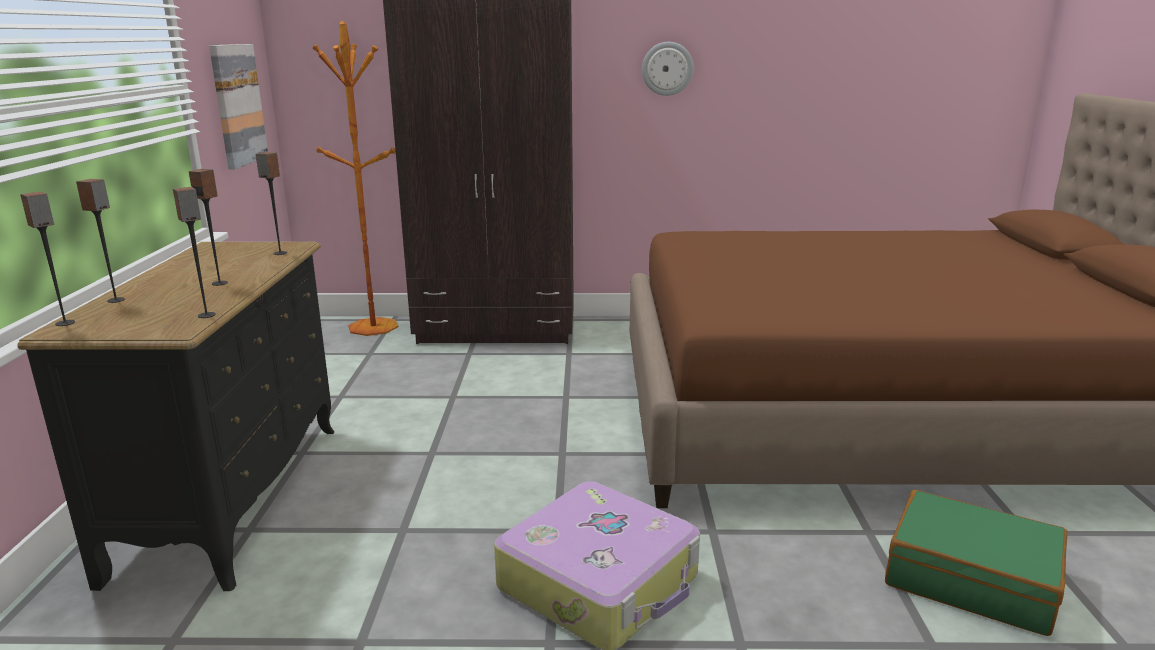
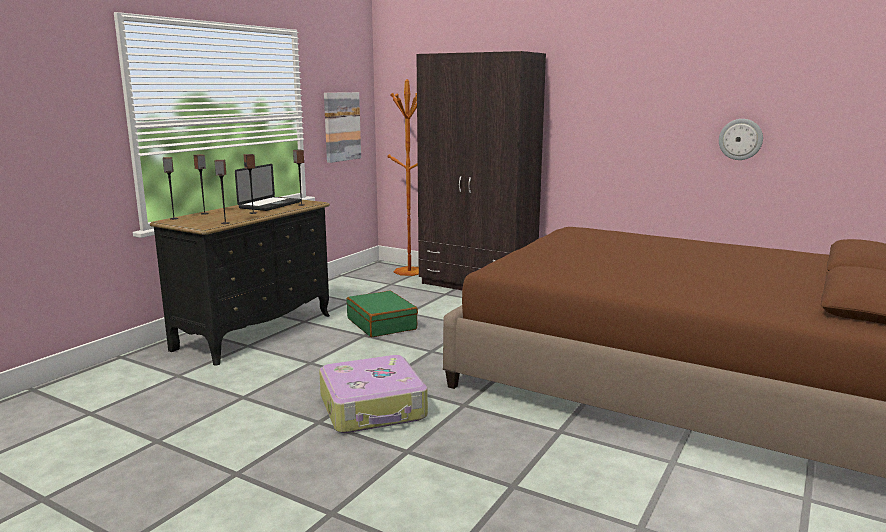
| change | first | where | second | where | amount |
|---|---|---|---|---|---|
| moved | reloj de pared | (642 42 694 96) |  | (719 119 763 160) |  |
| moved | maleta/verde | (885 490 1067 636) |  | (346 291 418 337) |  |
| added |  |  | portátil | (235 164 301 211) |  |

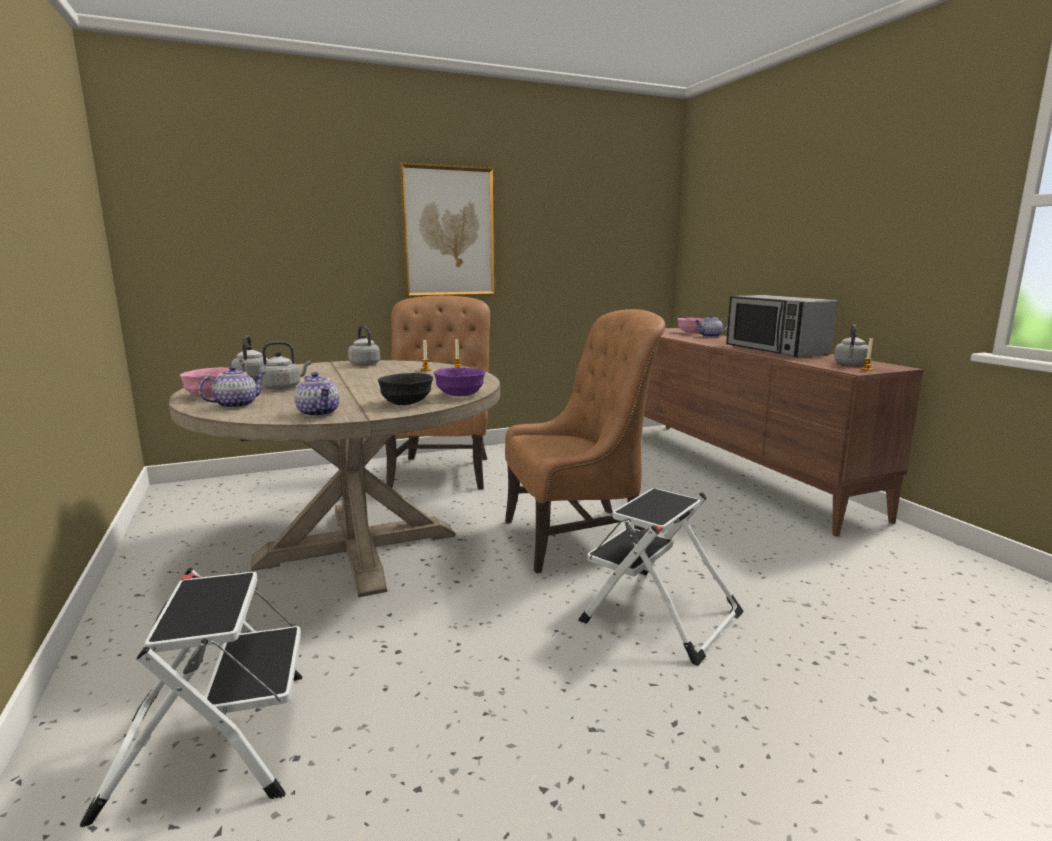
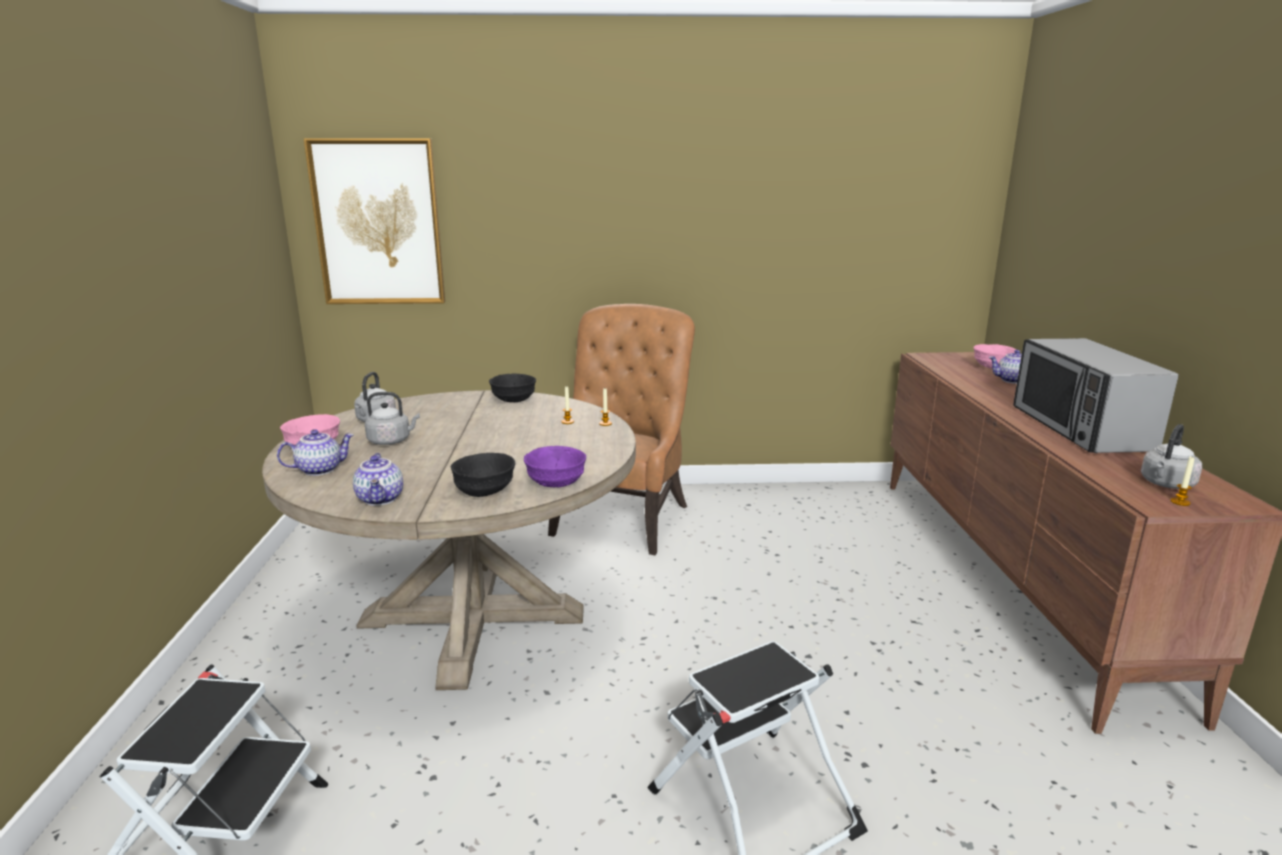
| change | first | where | second | where | amount |
|---|---|---|---|---|---|
| moved | cuadro | (399 163 496 297) |  | (304 138 445 304) |  |
| removed | silla/marrón | (505 309 665 573) |  |  |  |
| replaced | hervidor/gris | (348 326 380 366) | cuenco/negro | (489 373 536 402) |  |

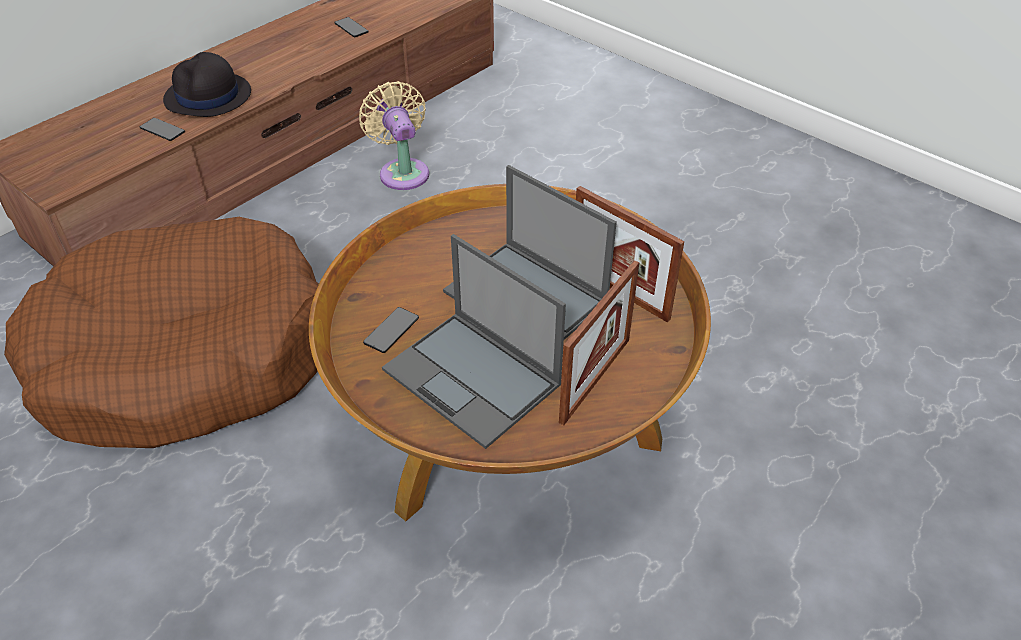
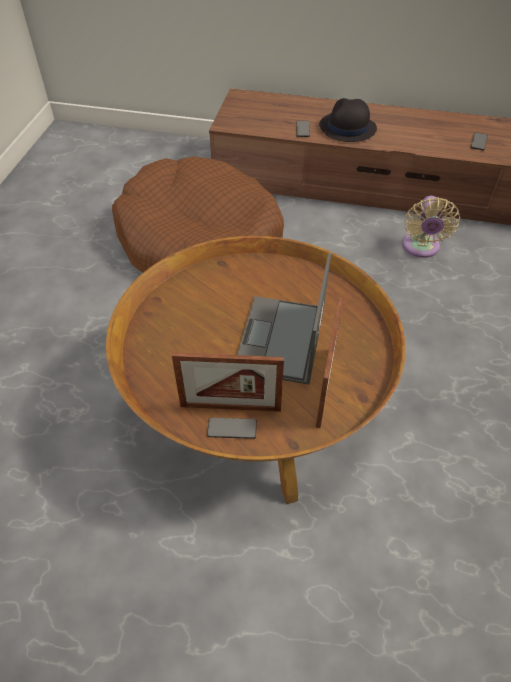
| change | first | where | second | where | amount |
|---|---|---|---|---|---|
| turned | ventilador/beis | (359 81 429 190) |  | (402 196 460 258) | 150 degrees clockwise |
| removed | portátil | (382 234 566 449) |  |  |  |
| moved | móvil | (363 307 419 353) |  | (207 418 257 439) |  |

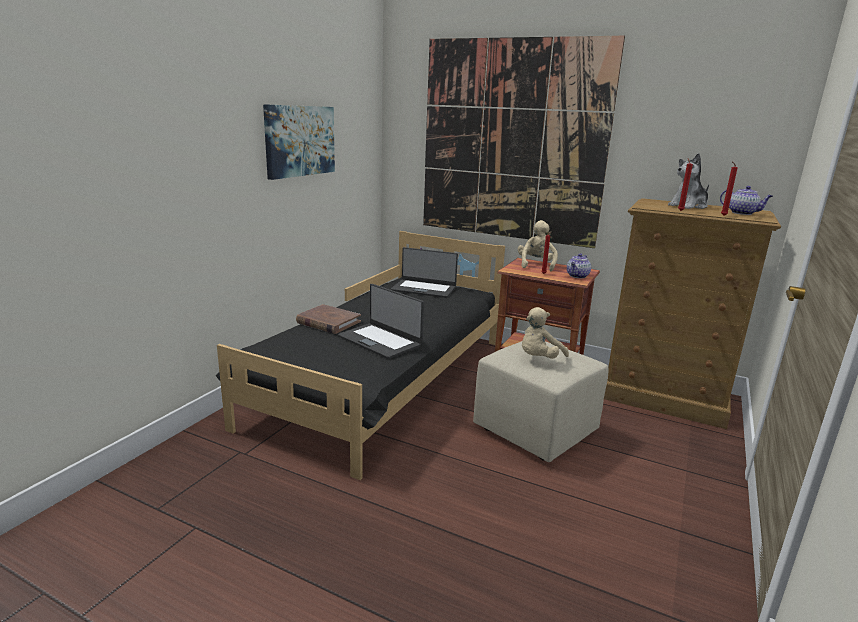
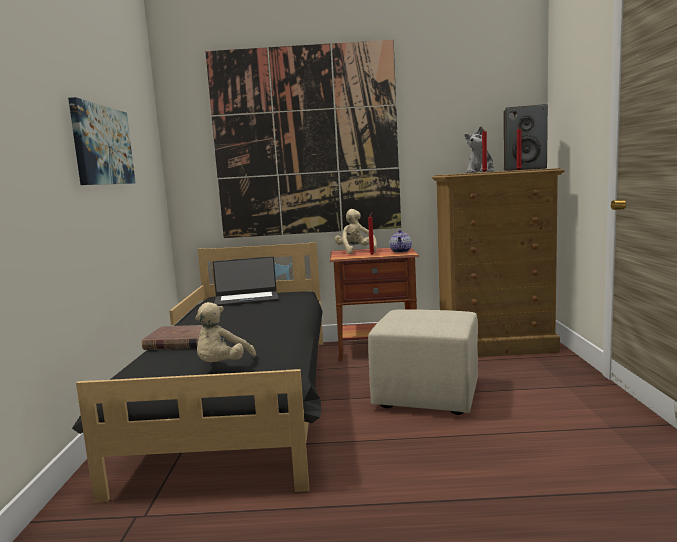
| change | first | where | second | where | amount |
|---|---|---|---|---|---|
| replaced | tetera | (720 186 773 215) | altavoz | (504 104 548 171) |  |
| removed | portátil | (338 284 424 359) |  |  |  |
| moved | peluche/beis | (522 307 569 359) |  | (195 302 256 362) |  |

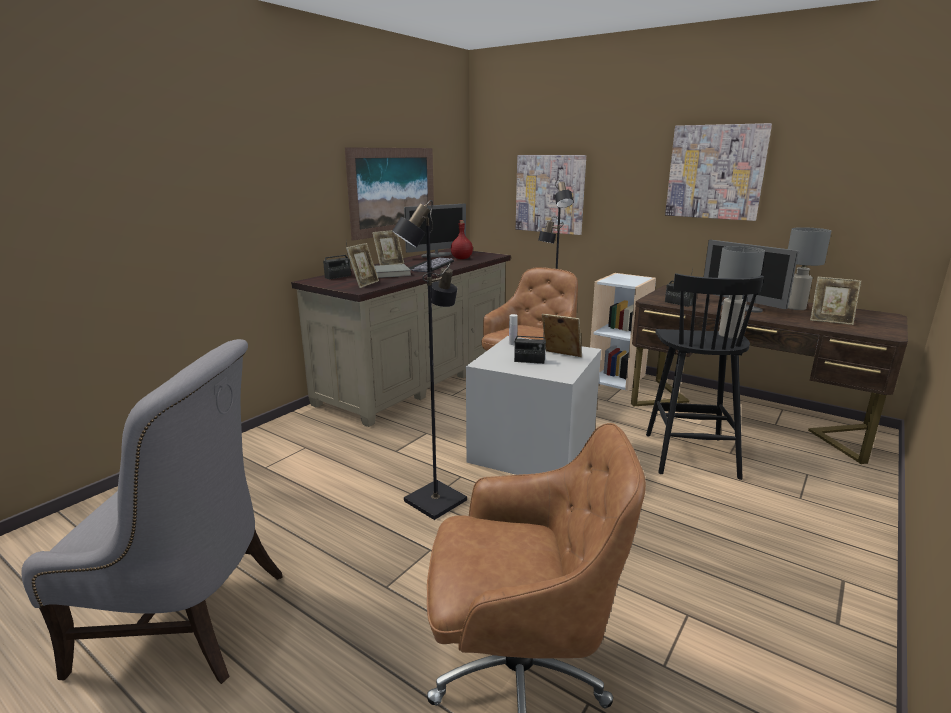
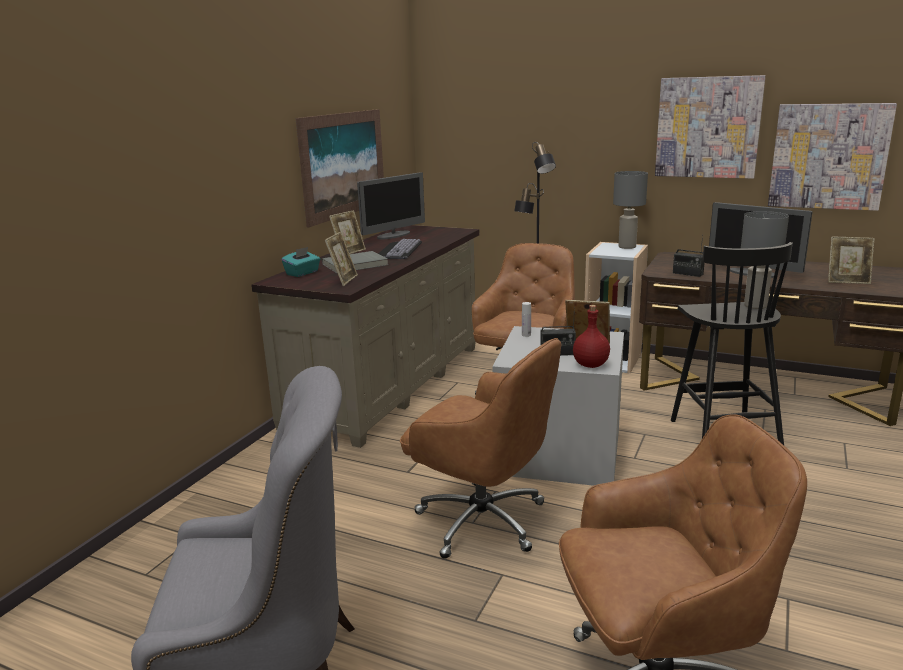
| change | first | where | second | where | amount |
|---|---|---|---|---|---|
| moved | cuadro | (516 155 586 235) |  | (768 103 897 211) |  |
| replaced | lámpara de pie/negro | (392 200 467 520) | silla de oficina/marrón | (400 338 561 559) |  |
| moved | botella/rojo | (451 220 473 259) |  | (573 305 610 368) |  |
| moved | lámpara de mesa/gris | (788 227 831 310) |  | (613 171 648 249) |  |
| replaced | radio | (323 239 351 279) | caja de pañuelos/turquesa | (281 247 320 277) |  |

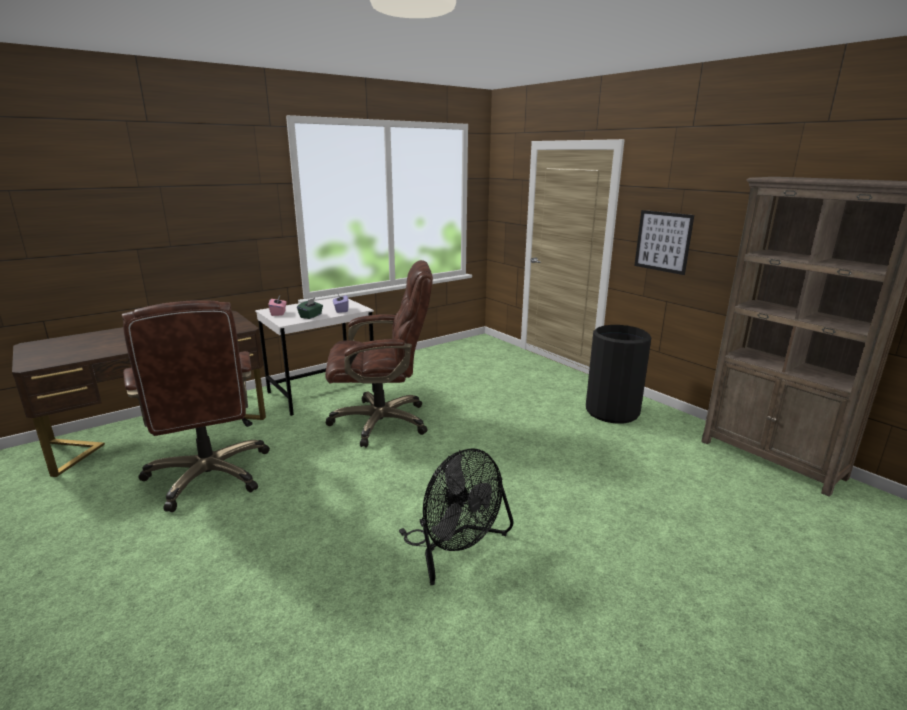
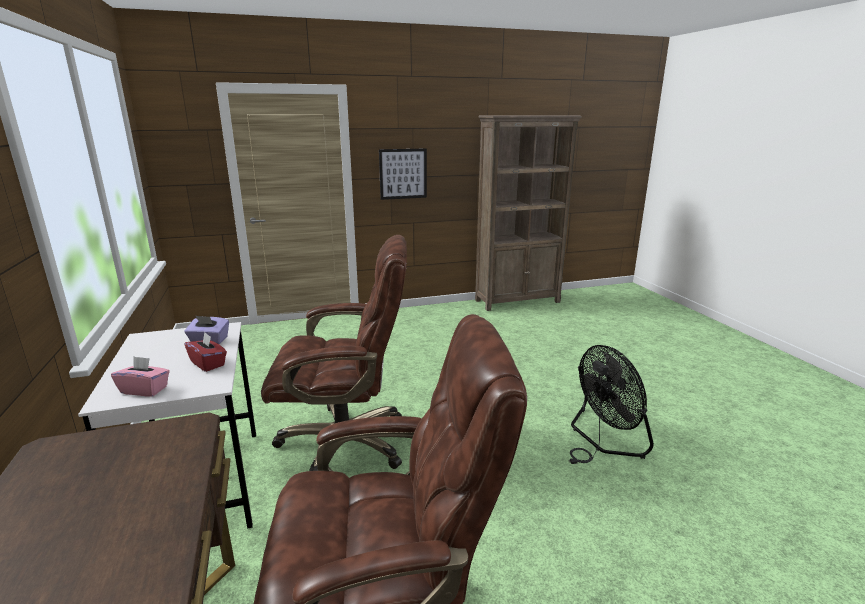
| change | first | where | second | where | amount |
|---|---|---|---|---|---|
| turned | silla de oficina/marrón | (325 260 433 448) |  | (261 235 407 471) | 75 degrees clockwise |
| recoloured | caja de pañuelos/verde | (297 298 323 319) | caja de pañuelos/rojo | (184 332 227 372) |  |
| removed | papelera/negro | (586 325 651 423) |  |  |  |

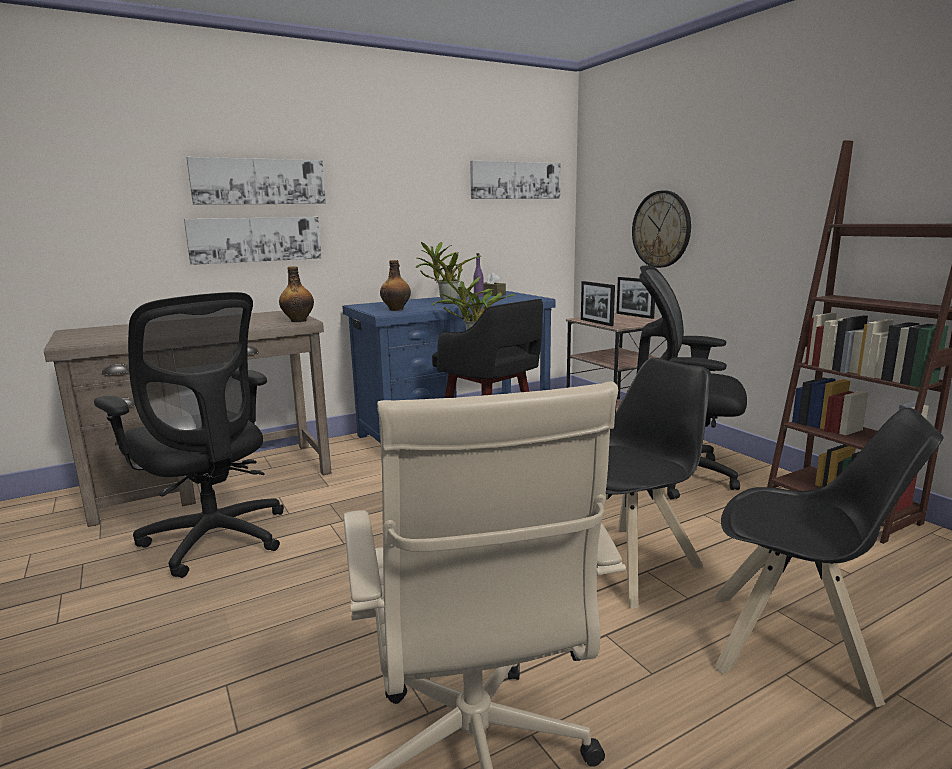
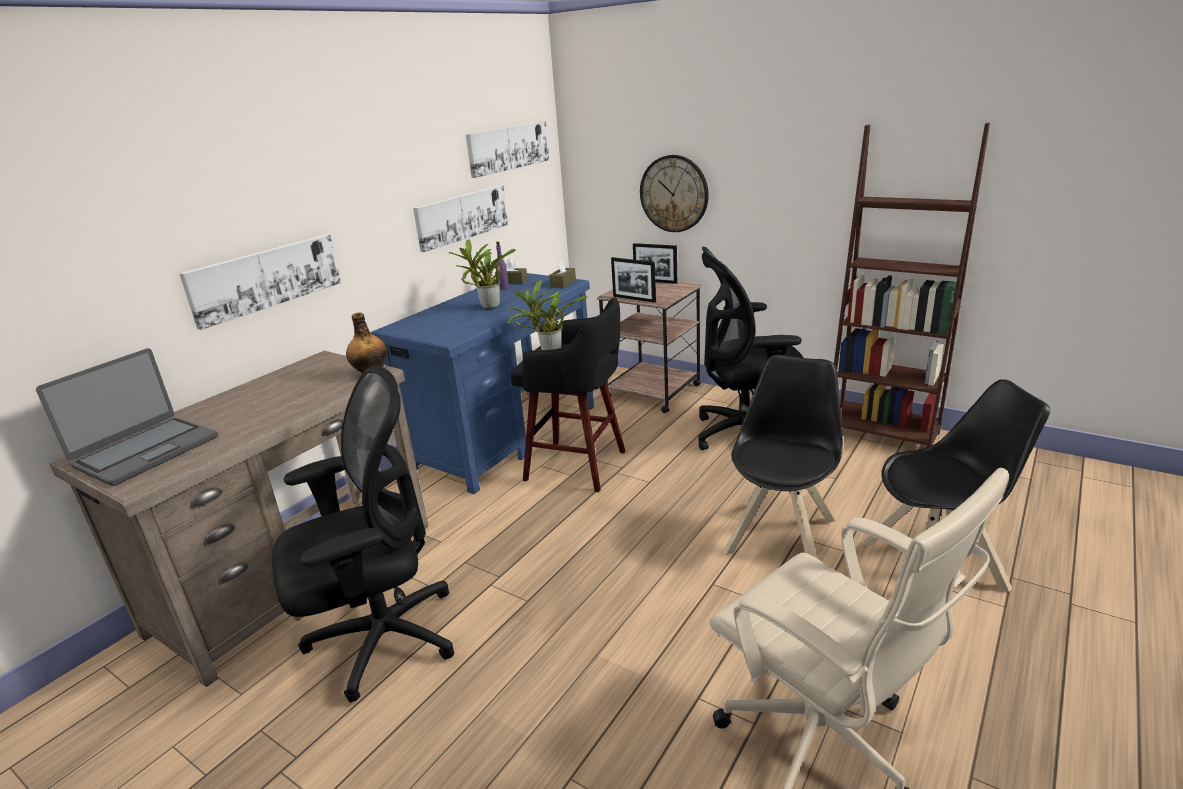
| change | first | where | second | where | amount |
|---|---|---|---|---|---|
| moved | cuadro | (186 157 326 205) |  | (413 185 508 252) |  |
| removed | botella | (380 260 411 311) |  |  |  |
| turned | silla de oficina/negro | (94 292 284 578) |  | (272 365 454 703) | 45 degrees counterclockwise |
| added |  |  | caja de pañuelos/marrón | (549 260 576 288) |  |
| added |  |  | portátil | (36 348 218 486) |  |

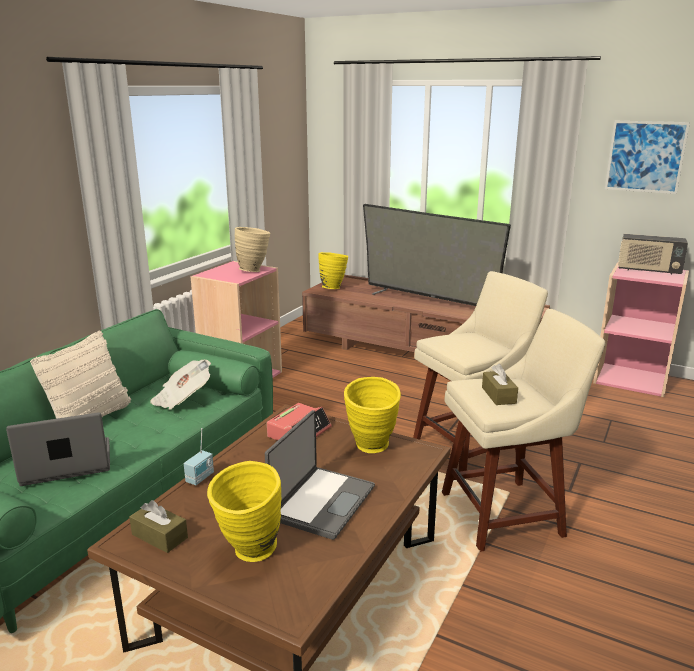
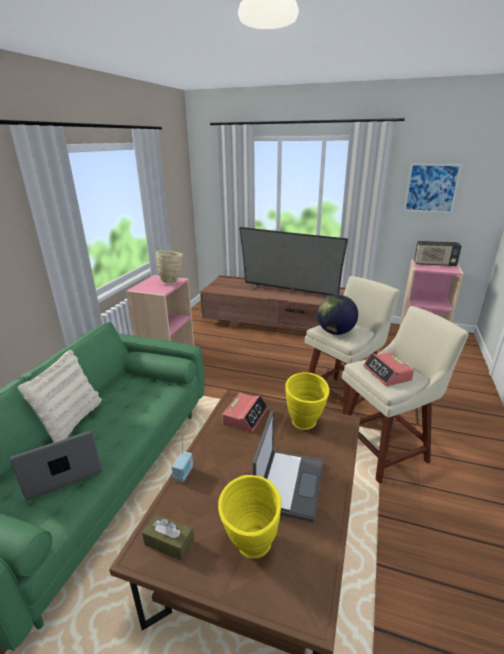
| change | first | where | second | where | amount |
|---|---|---|---|---|---|
| removed | florero/amarillo | (318 252 348 289) |  |  |  |
| removed | periódico | (150 360 211 409) |  |  |  |
| replaced | caja de pañuelos/marrón | (482 364 518 405) | despertador | (363 352 414 386) |  |
| added |  |  | globo terráqueo | (317 294 358 335) |  |

